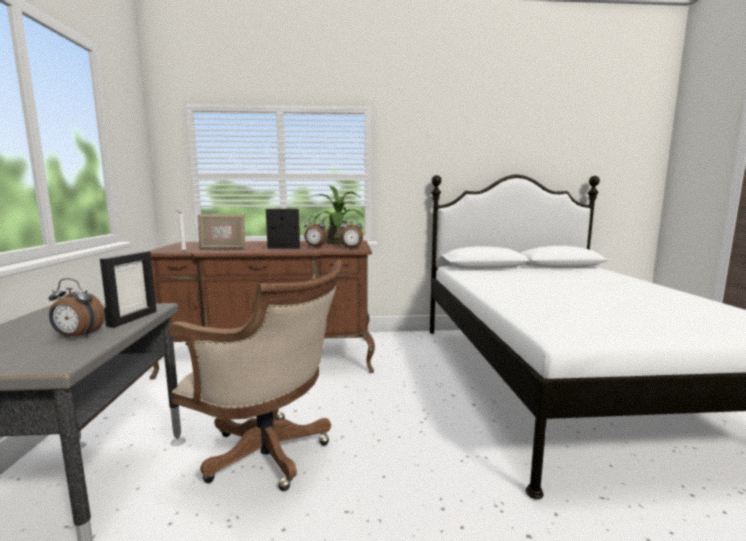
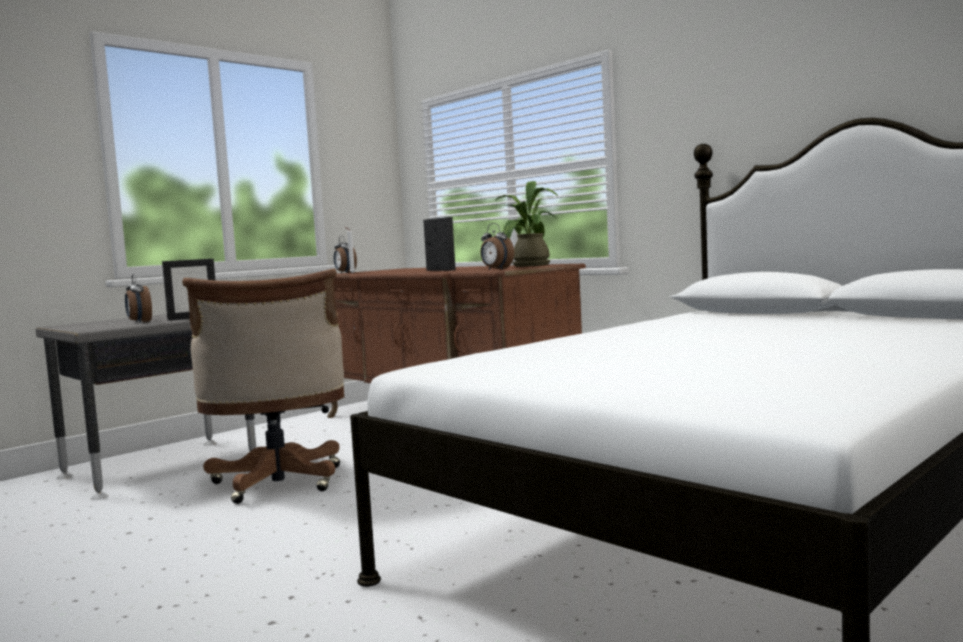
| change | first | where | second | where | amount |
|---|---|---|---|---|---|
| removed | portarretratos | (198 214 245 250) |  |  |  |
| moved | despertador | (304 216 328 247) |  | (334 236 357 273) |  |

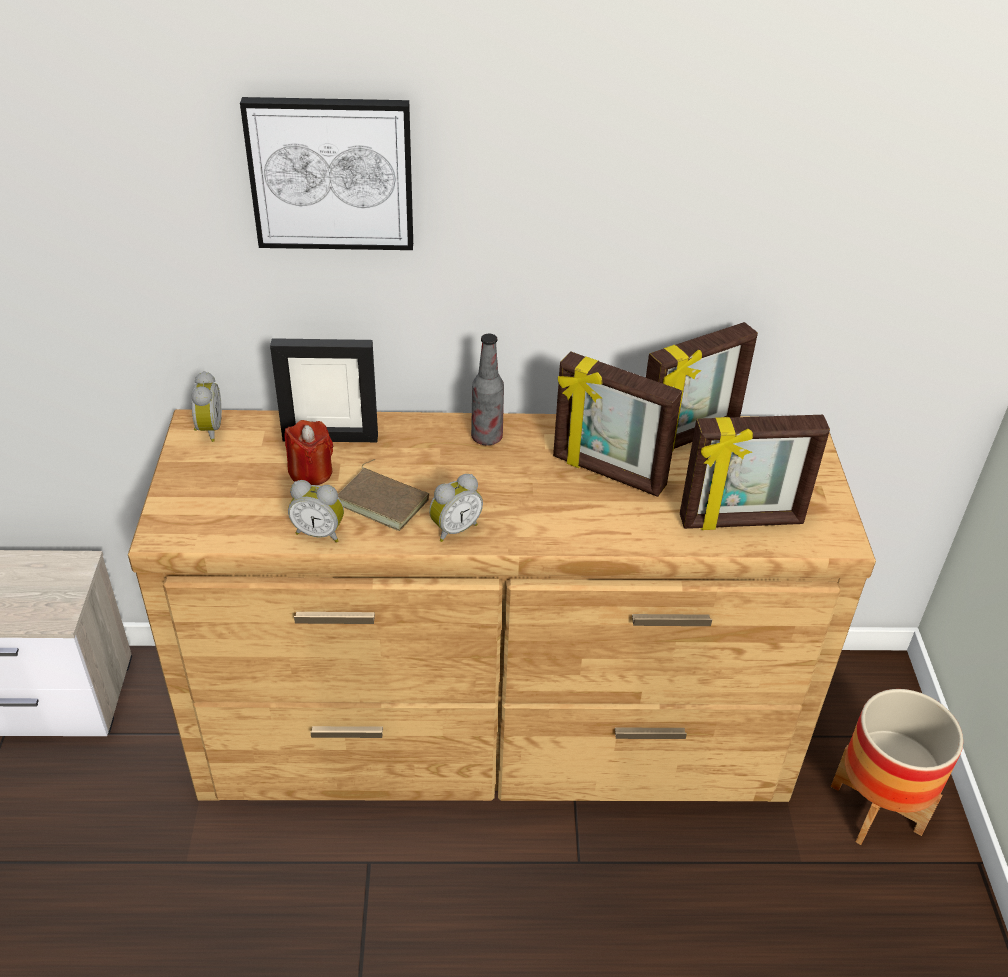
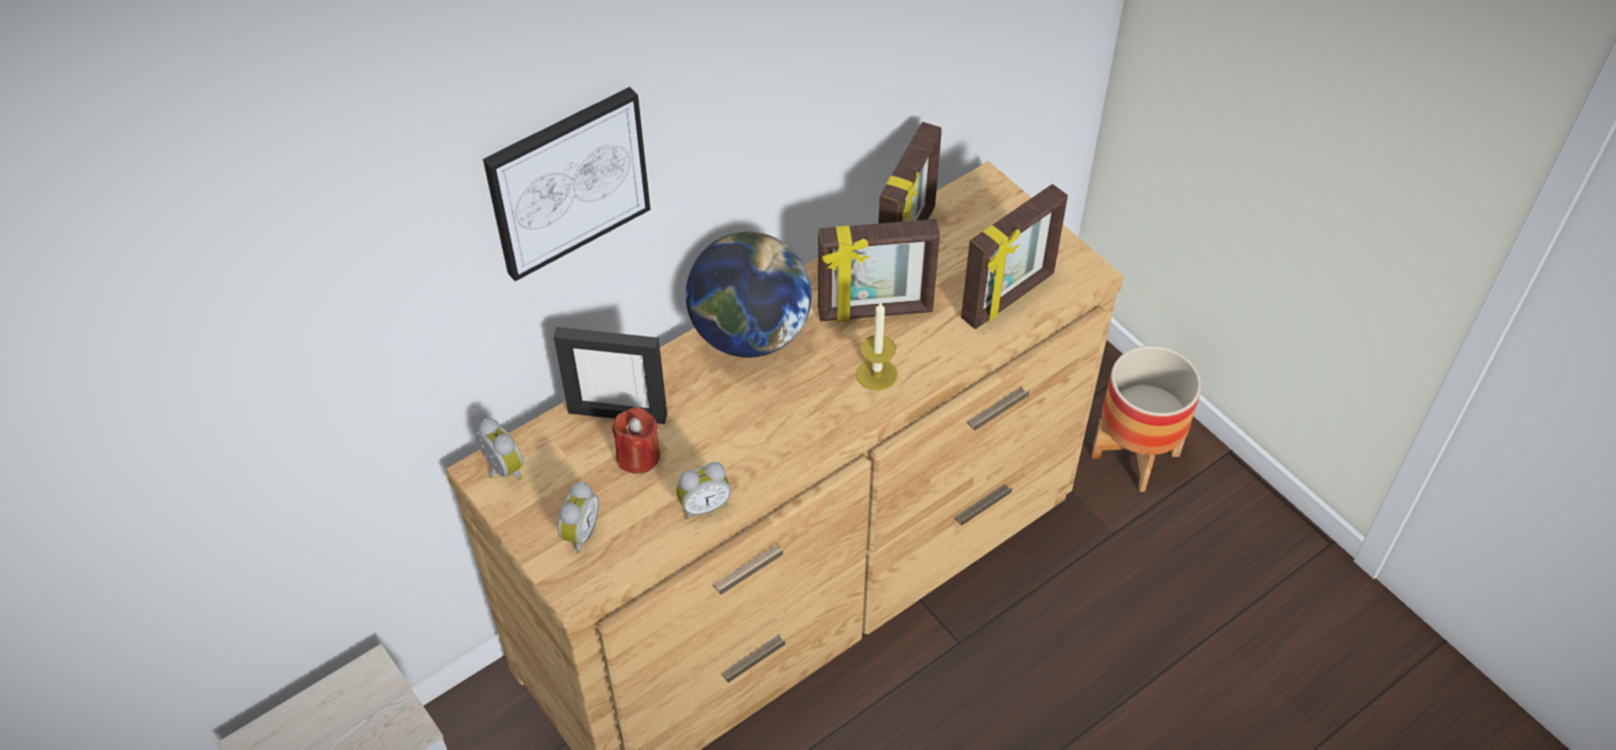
| change | first | where | second | where | amount |
|---|---|---|---|---|---|
| replaced | botella | (471 334 504 445) | globo terráqueo | (686 232 812 358) |  |
| turned | portarretratos | (270 338 378 442) |  | (554 327 667 424) | 45 degrees clockwise |
| removed | libro/marrón | (338 459 429 531) |  |  |  |
| moved | despertador | (429 474 483 542) |  | (558 482 599 553) |  |
| added |  |  | vela | (856 301 898 391) |  |

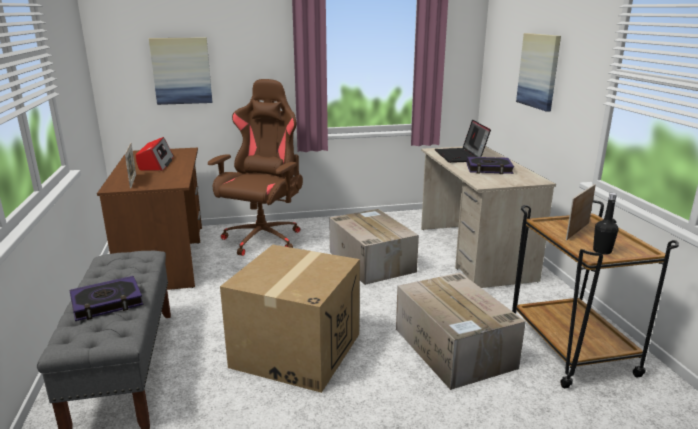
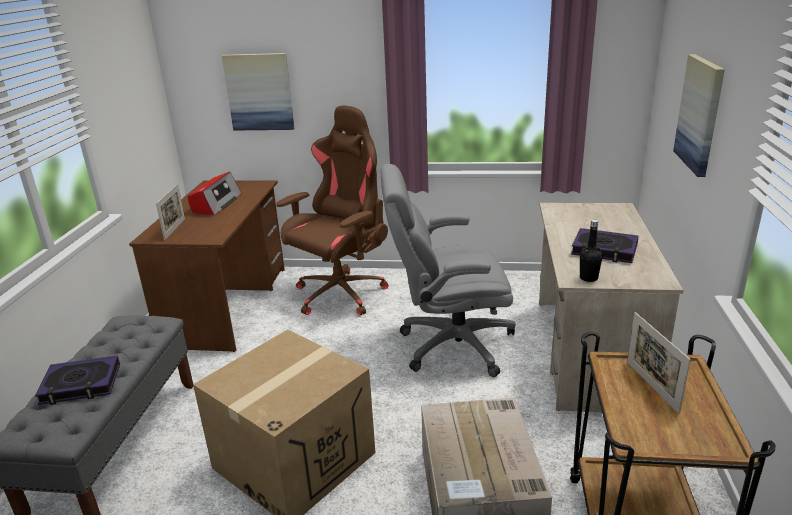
| change | first | where | second | where | amount |
|---|---|---|---|---|---|
| removed | portátil | (435 119 491 163) |  |  |  |
| turned | portarretratos | (566 184 596 241) |  | (627 312 691 414) | 75 degrees counterclockwise |
| moved | botella/negro | (593 193 619 254) |  | (580 219 603 282) |  |
| replaced | caja de cartón | (329 209 419 285) | silla de oficina/gris | (380 164 515 377) |  |

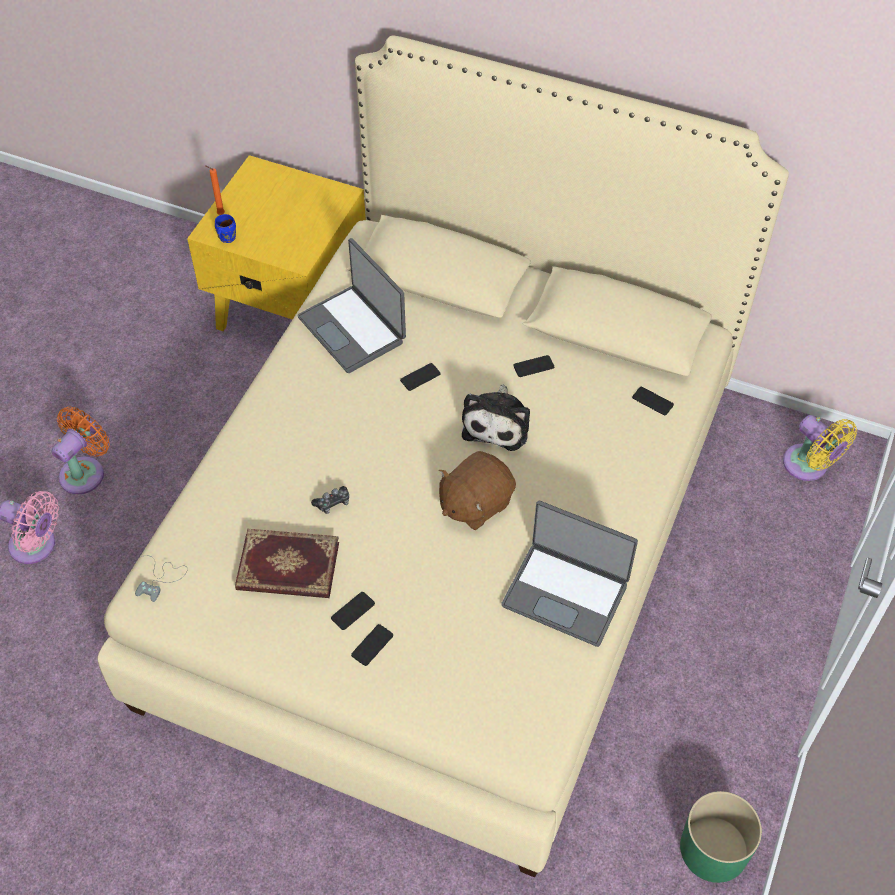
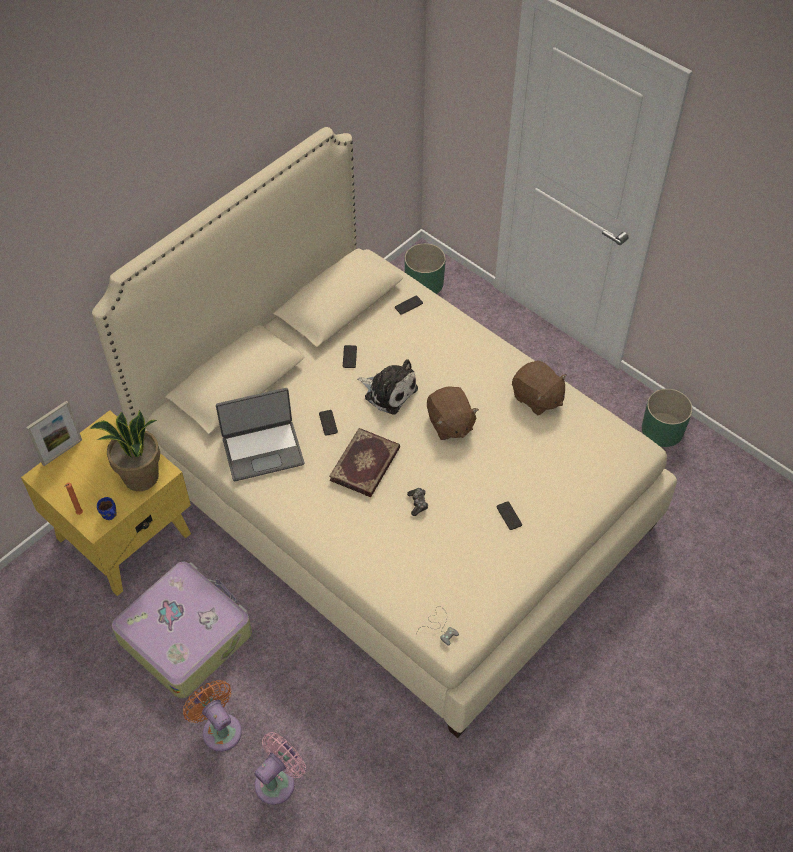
| change | first | where | second | where | amount |
|---|---|---|---|---|---|
| replaced | ventilador/amarillo | (783 415 857 481) | maceta/verde | (405 243 446 294) |  |
| replaced | portátil | (501 501 638 647) | peluche/marrón | (512 361 567 415) |  |
| moved | libro | (235 529 339 598) |  | (329 428 400 497) |  |
| removed | móvil | (351 624 393 666) |  |  |  |
| added |  |  | portarretratos | (26 401 82 466) |  |
| added |  |  | planta en maceta | (90 410 160 491) |  |
| added |  |  | maleta | (112 562 252 698) |  |

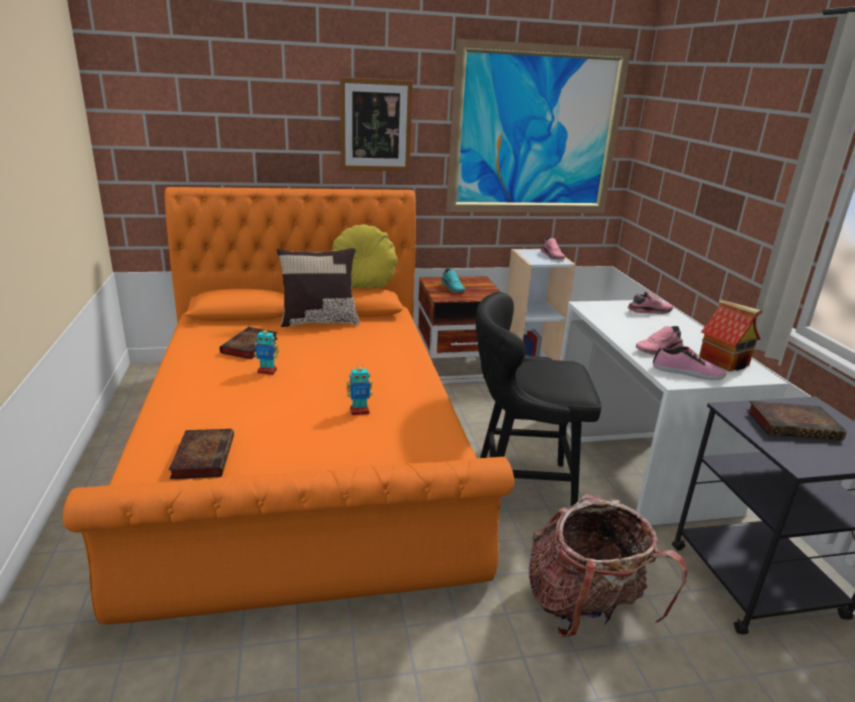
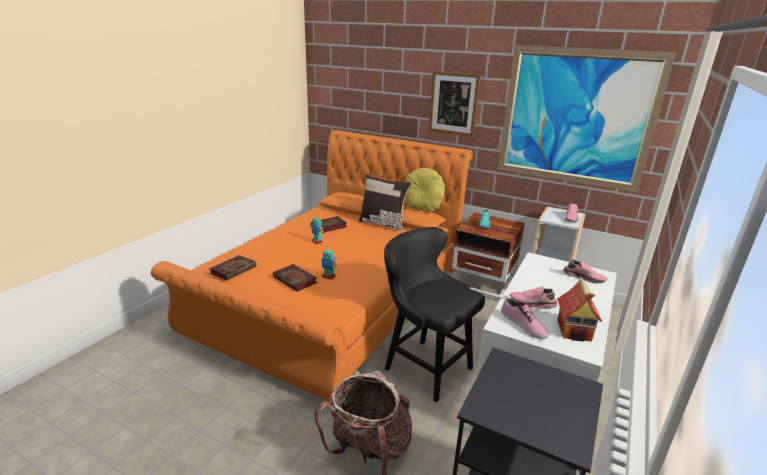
| change | first | where | second | where | amount |
|---|---|---|---|---|---|
| moved | libro | (747 401 846 440) |  | (273 264 317 292) |  |

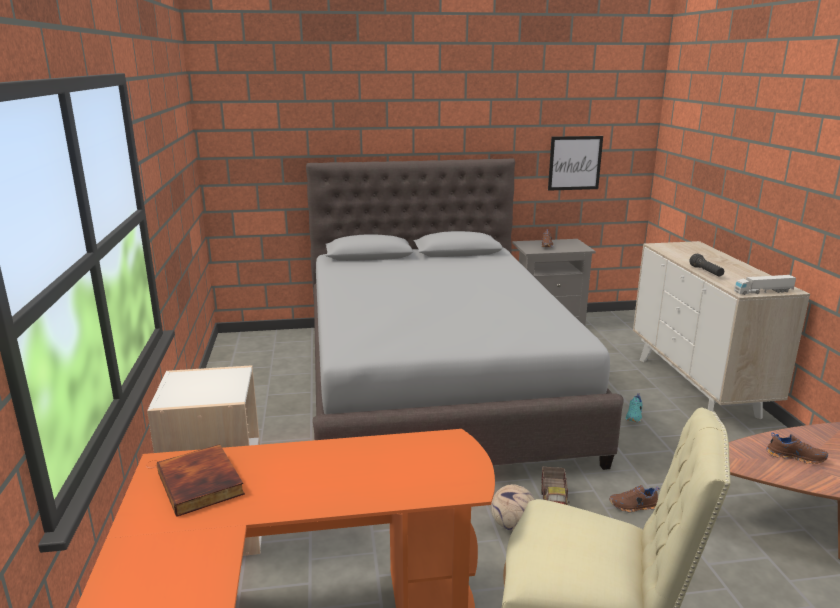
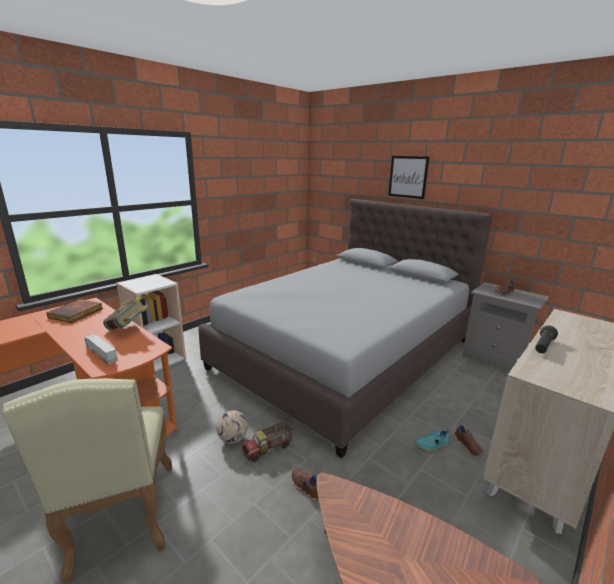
| change | first | where | second | where | amount |
|---|---|---|---|---|---|
| moved | cuadro | (548 136 603 191) |  | (388 156 429 199) |  |
| moved | camión de juguete | (734 275 796 295) |  | (85 335 118 364) |  |
| moved | zapato/marrón | (766 432 828 464) |  | (454 423 484 456) |  |
| added |  |  | libro | (103 297 149 330) |  |

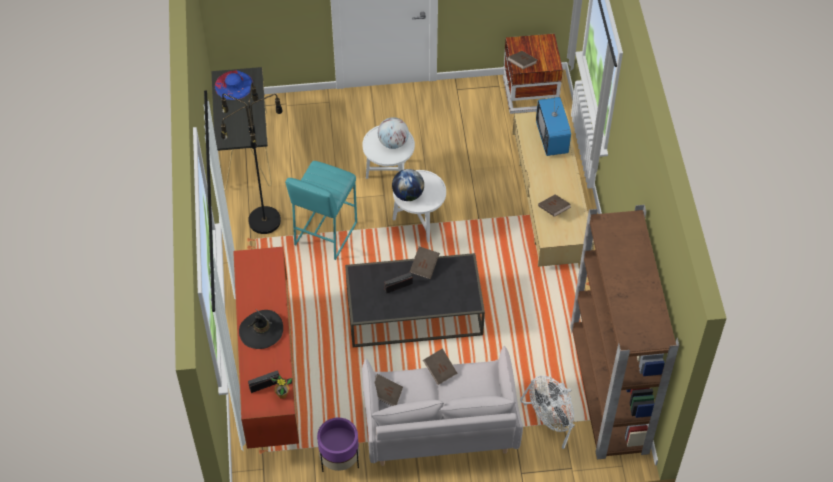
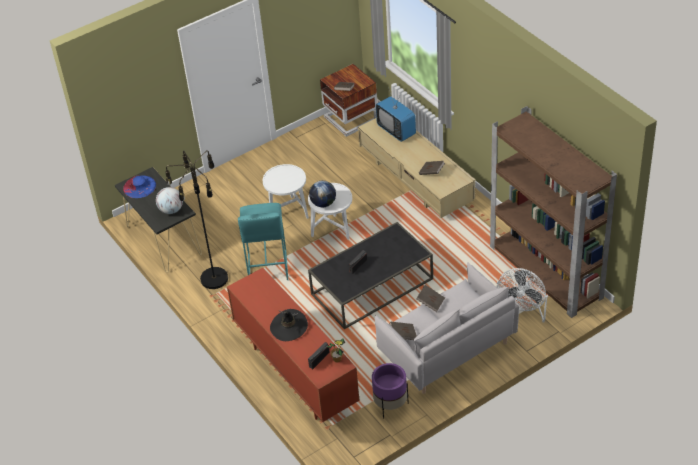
| change | first | where | second | where | amount |
|---|---|---|---|---|---|
| moved | globo terráqueo | (378 117 409 149) |  | (156 187 183 214) |  |
| removed | libro/marrón | (410 246 440 279) |  |  |  |

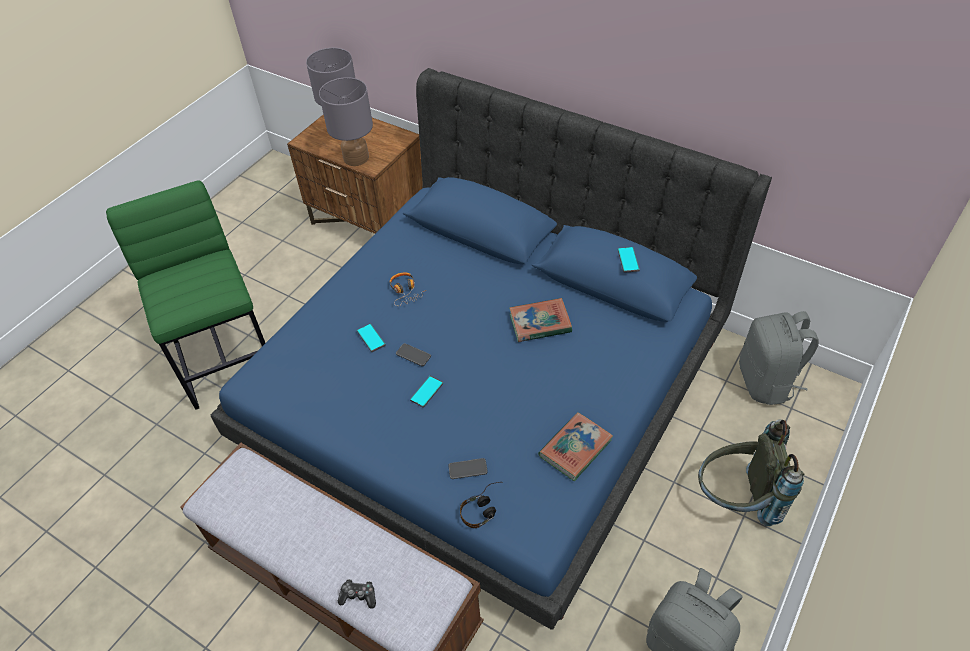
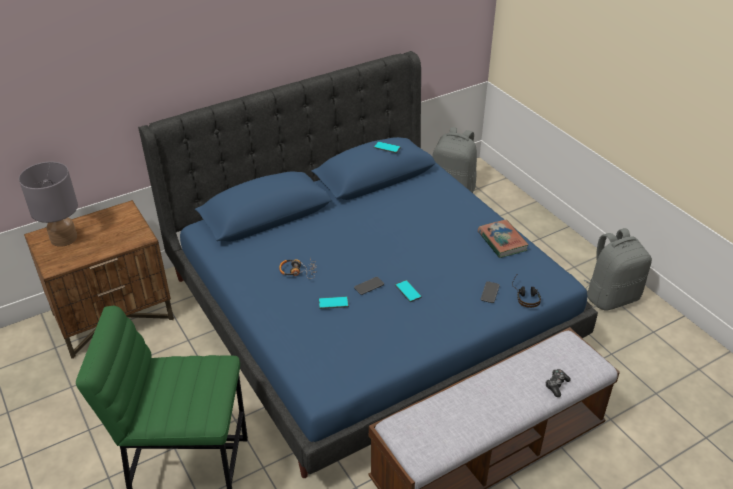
| change | first | where | second | where | amount |
|---|---|---|---|---|---|
| removed | lámpara de mesa/gris | (319 77 373 166) |  |  |  |
| removed | libro | (509 298 572 342) |  |  |  |
| removed | mochila/gris | (698 419 804 526) |  |  |  |

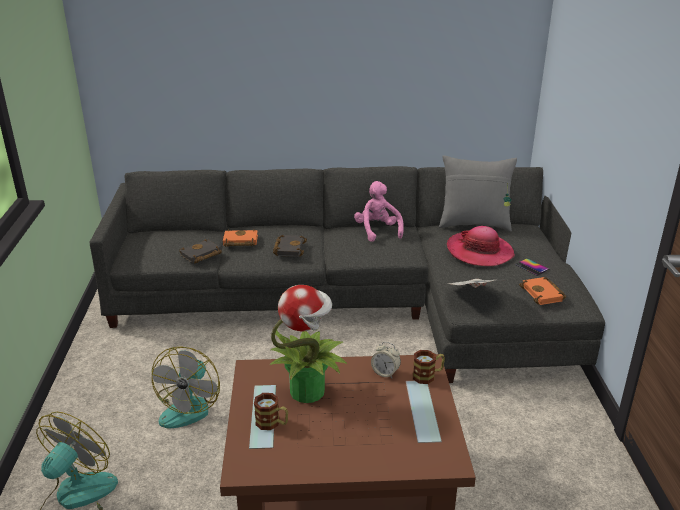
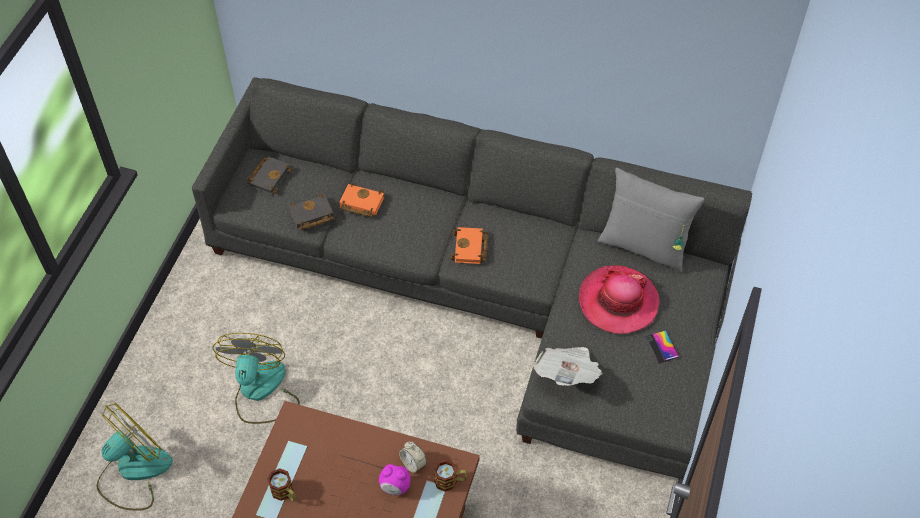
| change | first | where | second | where | amount |
|---|---|---|---|---|---|
| removed | peluche/rosa | (354 181 404 242) |  |  |  |
| moved | libro/negro | (273 235 307 257) |  | (247 157 293 195) |  |
| moved | libro/naranja | (519 277 566 305) |  | (450 227 488 264) |  |
| removed | planta en maceta | (270 285 347 403) |  |  |  |
| turned | ventilador | (152 346 220 428) |  | (212 333 300 424) | 150 degrees clockwise |
| added |  |  | despertador | (379 464 411 495) |  |

